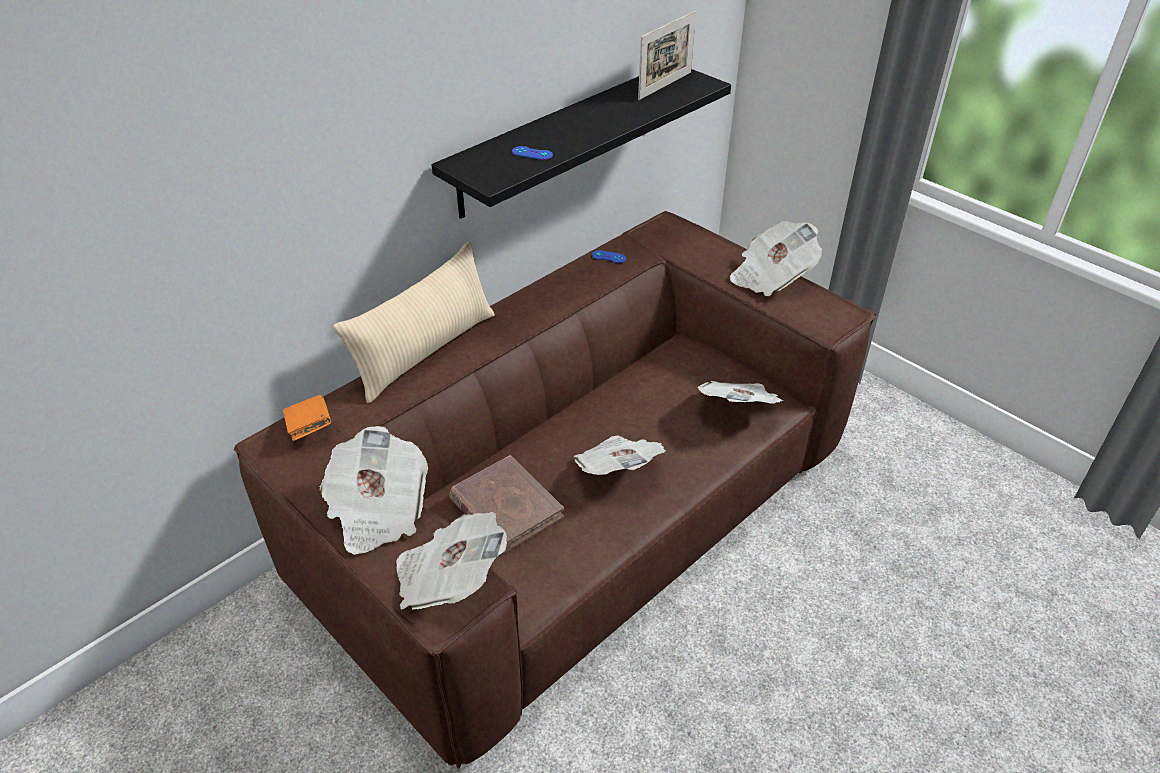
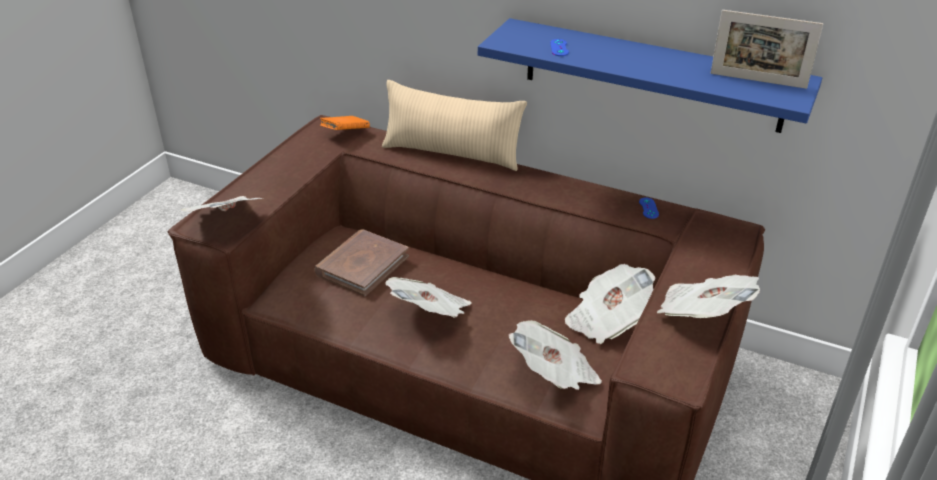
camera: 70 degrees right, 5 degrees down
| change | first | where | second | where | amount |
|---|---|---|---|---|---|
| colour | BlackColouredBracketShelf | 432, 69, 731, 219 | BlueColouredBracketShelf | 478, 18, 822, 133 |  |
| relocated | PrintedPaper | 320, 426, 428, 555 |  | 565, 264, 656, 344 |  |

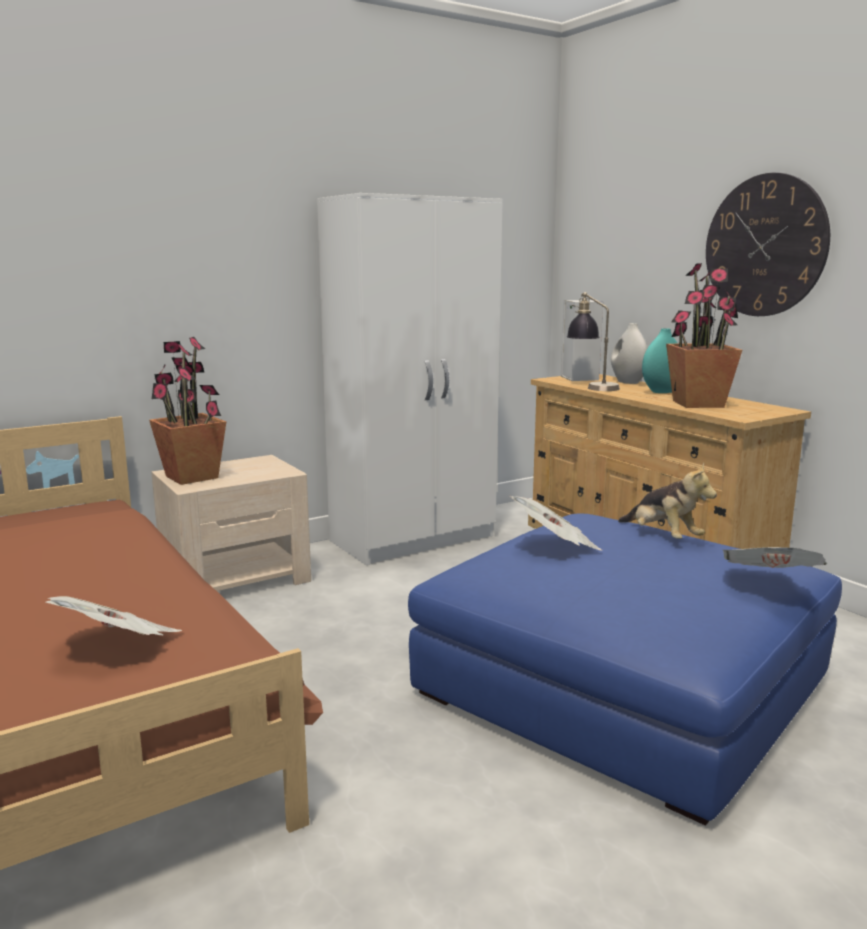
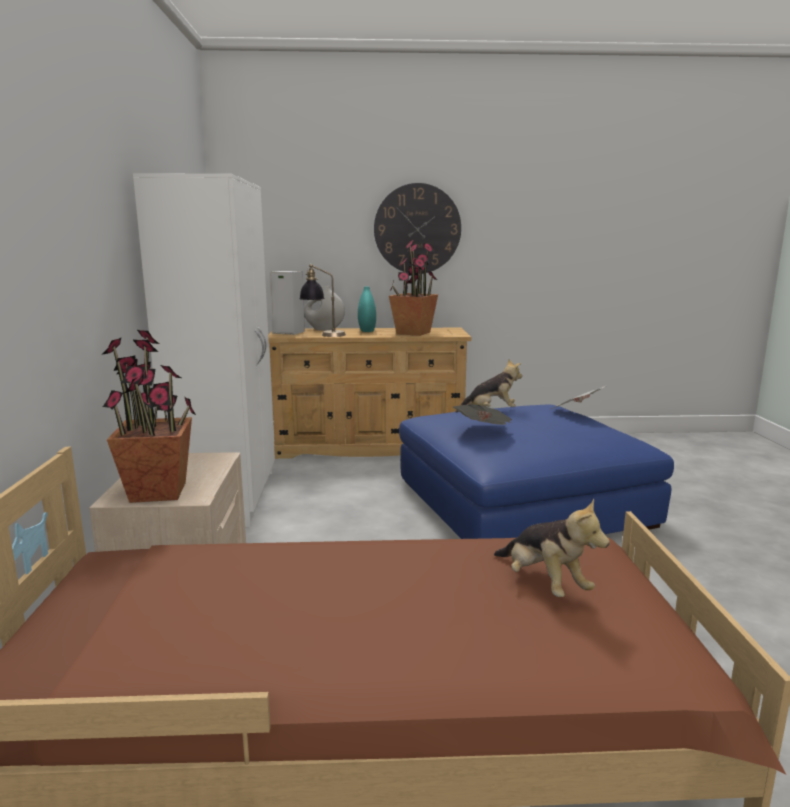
camera: 60 degrees left, 0 degrees up
| change | first | where | second | where | amount |
|---|---|---|---|---|---|
| exchanged | PrintedPaper | 46, 596, 182, 635 | SoftToy | 494, 499, 610, 597 |  |

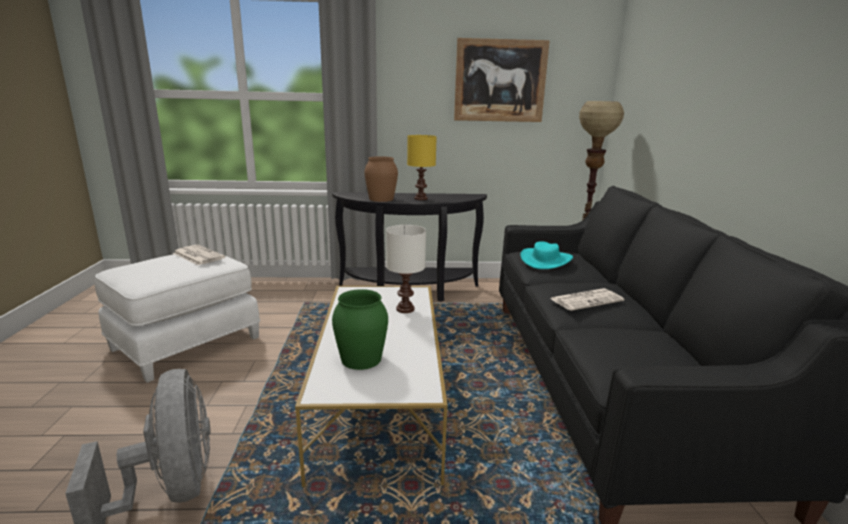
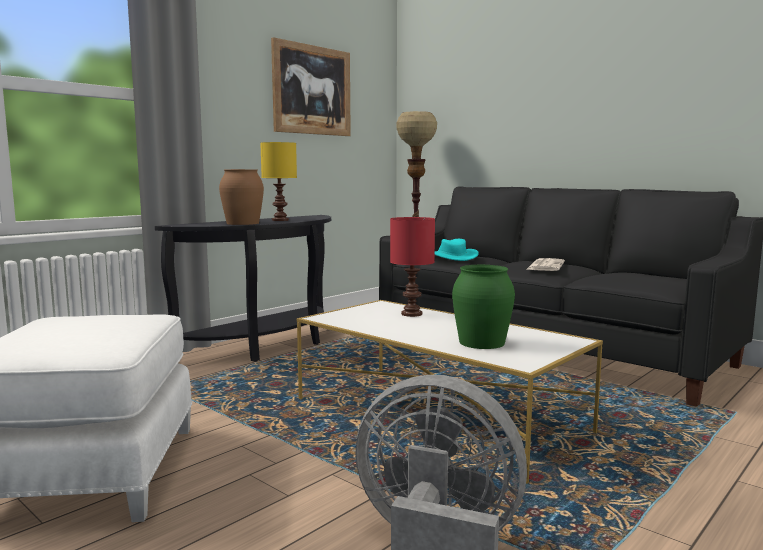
camera: 45 degrees left, 10 degrees down
| change | first | where | second | where | amount |
|---|---|---|---|---|---|
| colour | WhiteTableLamp | 386, 225, 426, 313 | RedTableLamp | 390, 217, 435, 317 |  |
| missing | PrintedPaper | 173, 245, 225, 265 |  |  |  |

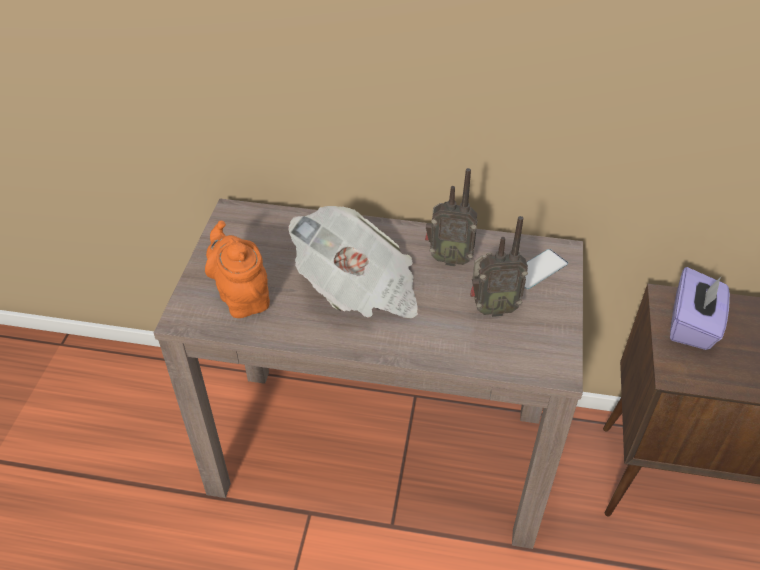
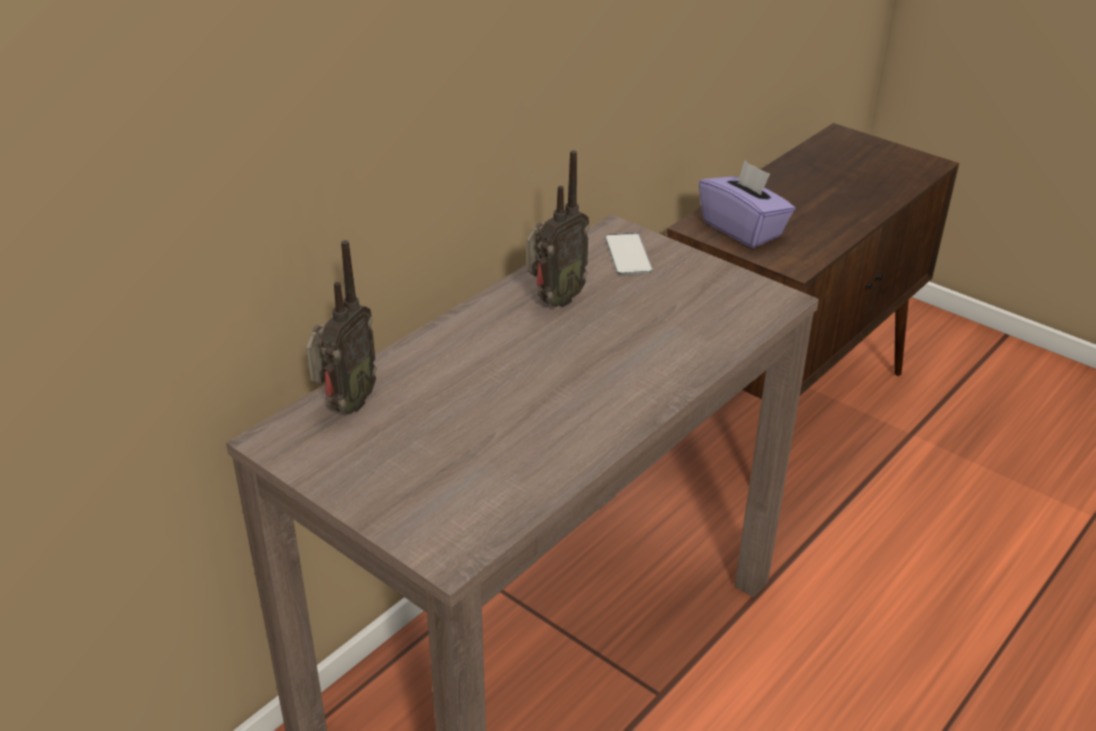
camera: 60 degrees left, 10 degrees down
| change | first | where | second | where | amount |
|---|---|---|---|---|---|
| missing | PrintedPaper | 288, 206, 418, 318 |  |  |  |
| relocated | Radio | 470, 216, 528, 317 |  | 306, 240, 377, 414 |  |
| missing | OrangePotForTea | 205, 220, 270, 318 |  |  |  |

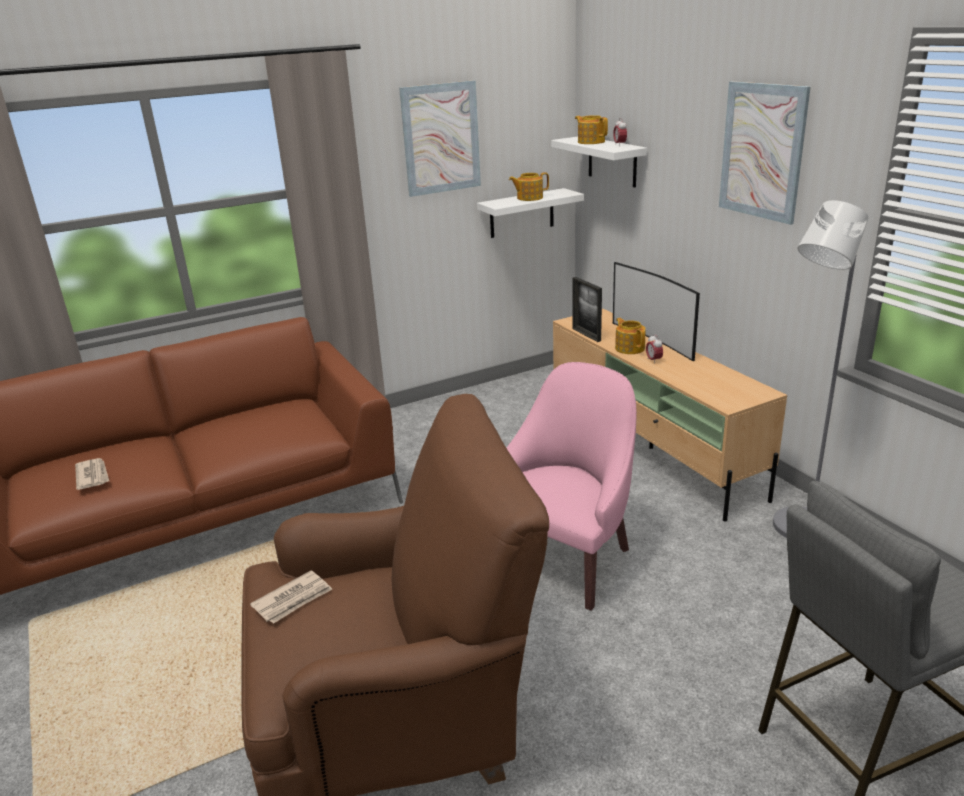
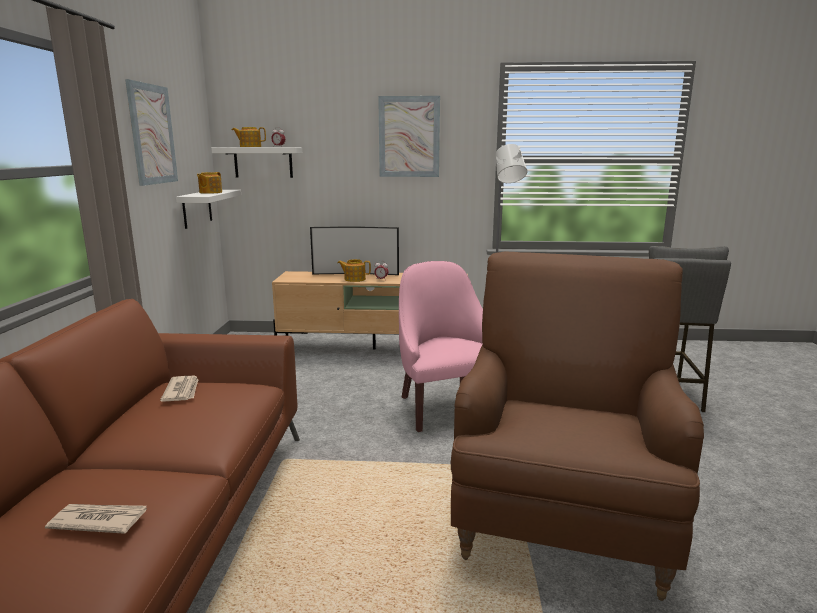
camera: 60 degrees left, 10 degrees down
| change | first | where | second | where | amount |
|---|---|---|---|---|---|
| missing | StandingFrame | 572, 277, 602, 342 |  |  |  |
| relocated | PrintedPaper | 250, 571, 332, 624 |  | 160, 376, 199, 402 |  |

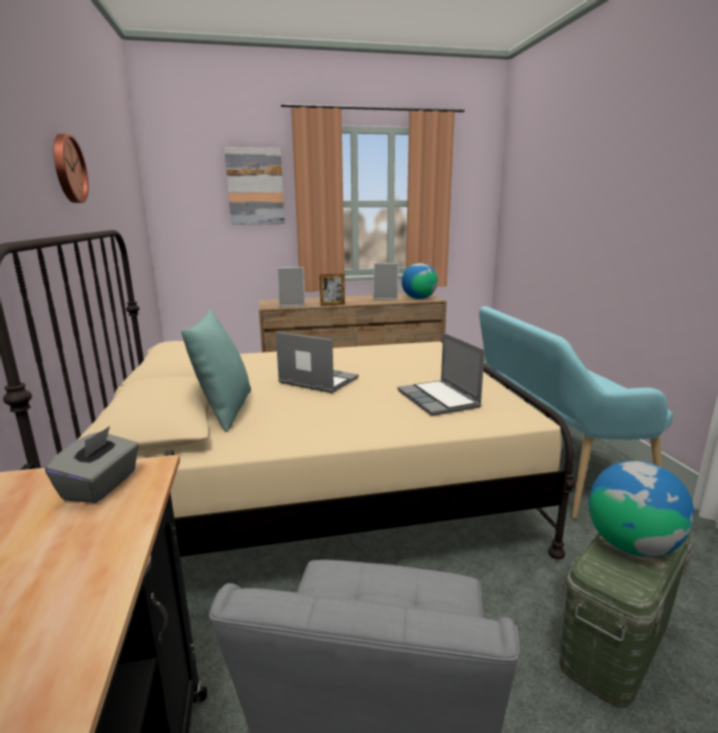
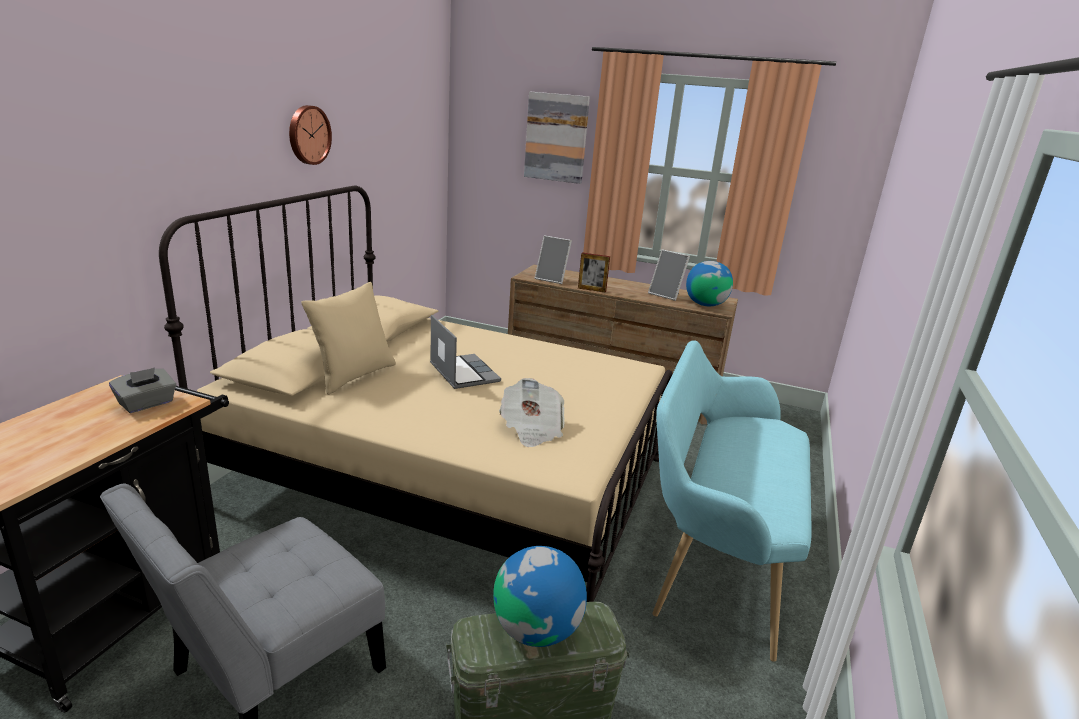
camera: 30 degrees right, 5 degrees up
| change | first | where | second | where | amount |
|---|---|---|---|---|---|
| colour | TurquoiseColouredPillow | 181, 309, 251, 432 | BeigeColouredPillow | 301, 282, 396, 395 |  |
| exchanged | Laptop | 397, 333, 485, 416 | PrintedPaper | 499, 378, 565, 447 |  |

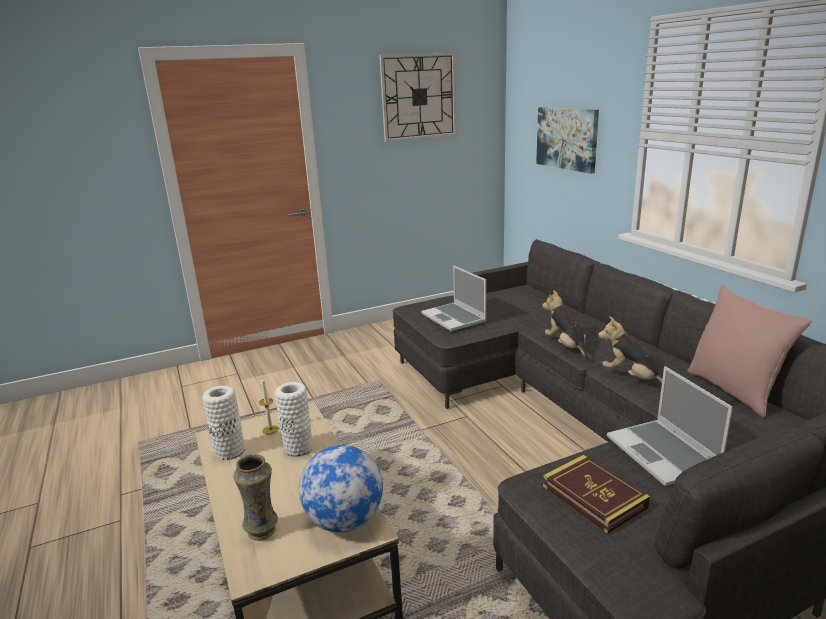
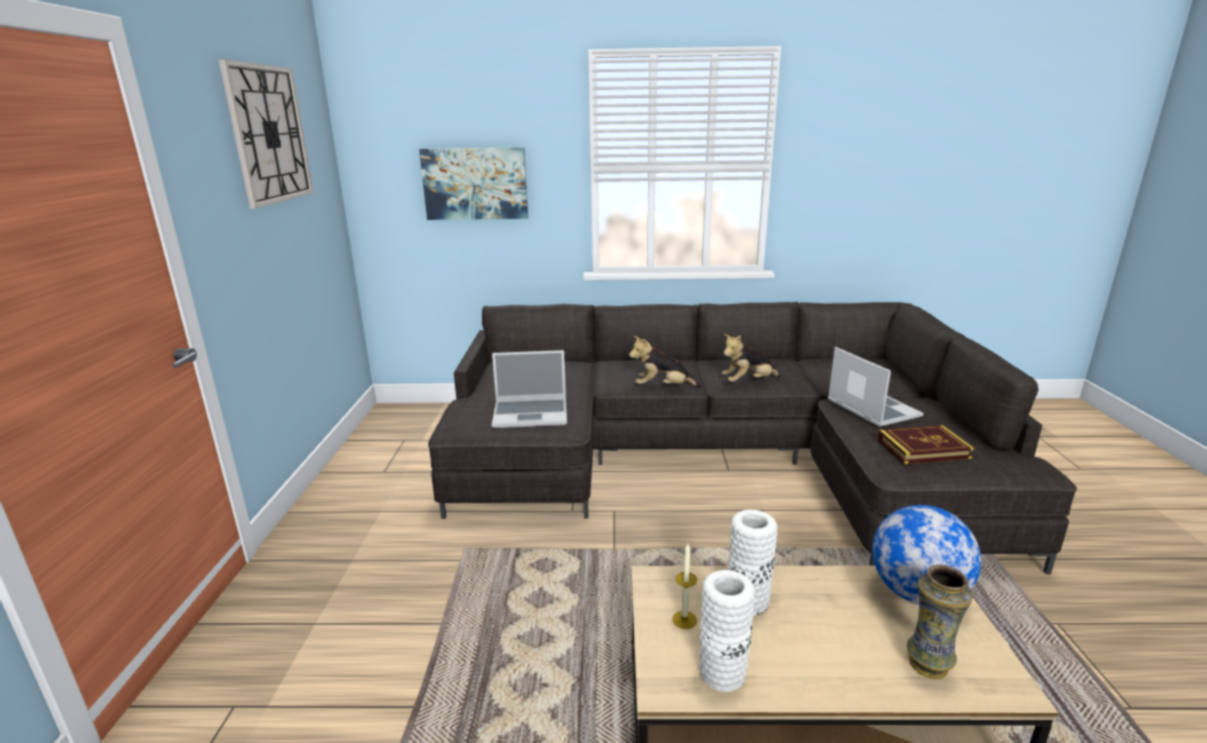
camera: 65 degrees left, 0 degrees up
| change | first | where | second | where | amount |
|---|---|---|---|---|---|
| missing | PinkPillow | 687, 285, 812, 418 |  |  |  |
| spun | Laptop | 607, 366, 733, 486 |  | 828, 347, 924, 427 | 120 degrees counterclockwise |

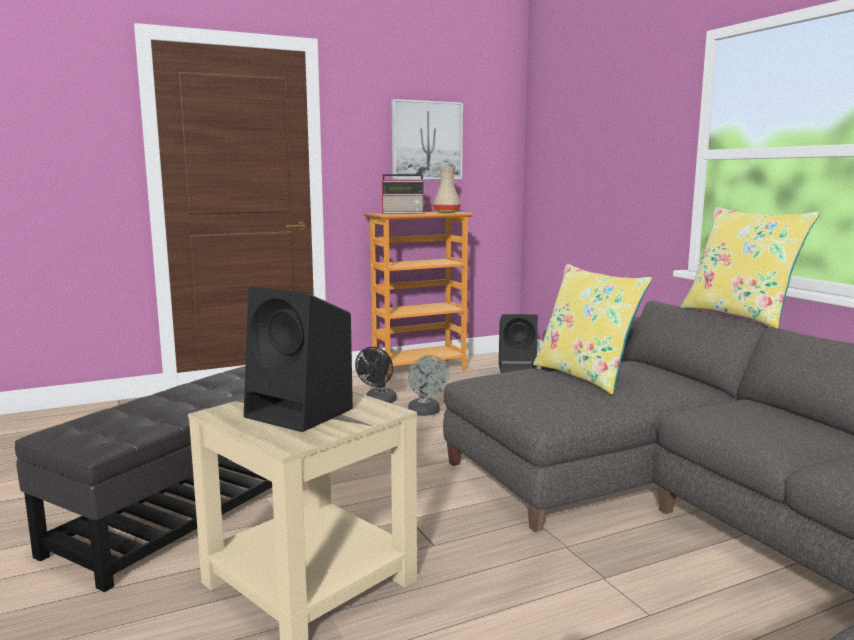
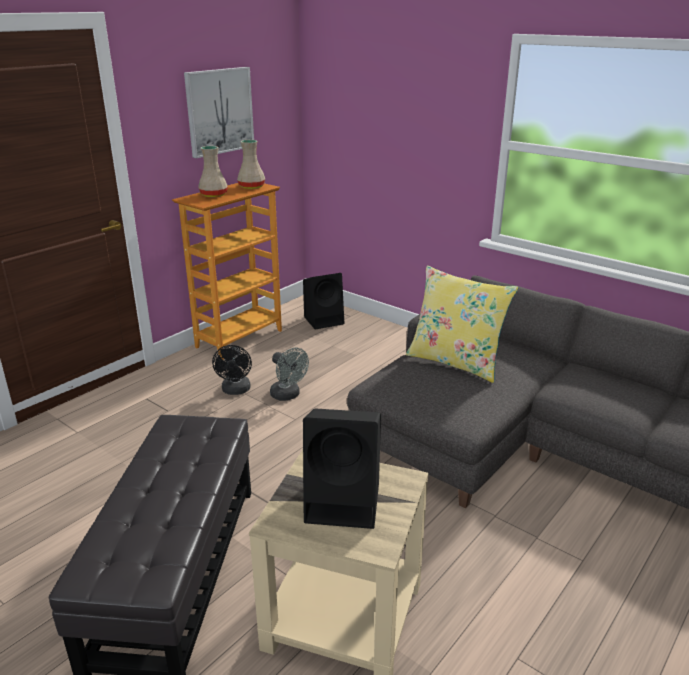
camera: 25 degrees left, 15 degrees up
| change | first | where | second | where | amount |
|---|---|---|---|---|---|
| exchanged | Radio | 382, 174, 426, 214 | BeigeColouredDecorativeVase | 198, 146, 228, 197 |  |
| missing | YellowPillow | 680, 207, 820, 329 |  |  |  |

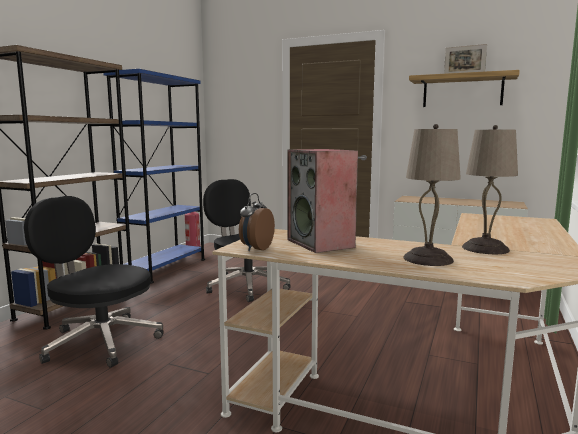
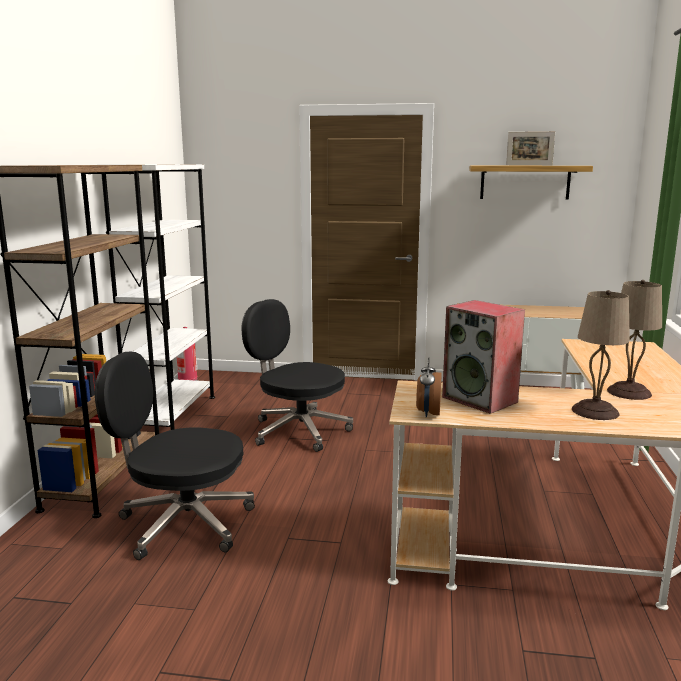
camera: 15 degrees left, 5 degrees up
| change | first | where | second | where | amount |
|---|---|---|---|---|---|
| colour | BlueColouredBookcase | 104, 69, 205, 284 | WhiteBookcase | 101, 164, 215, 430 |  |

